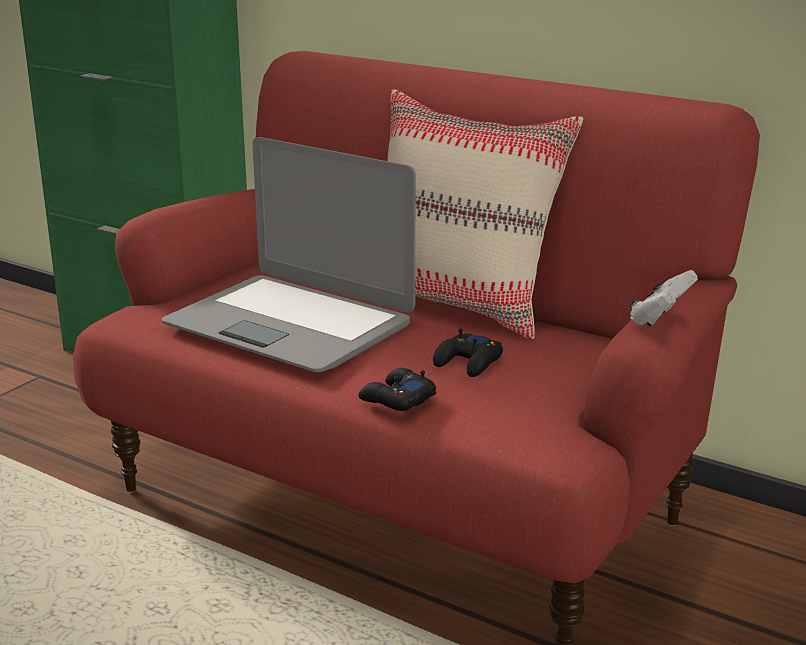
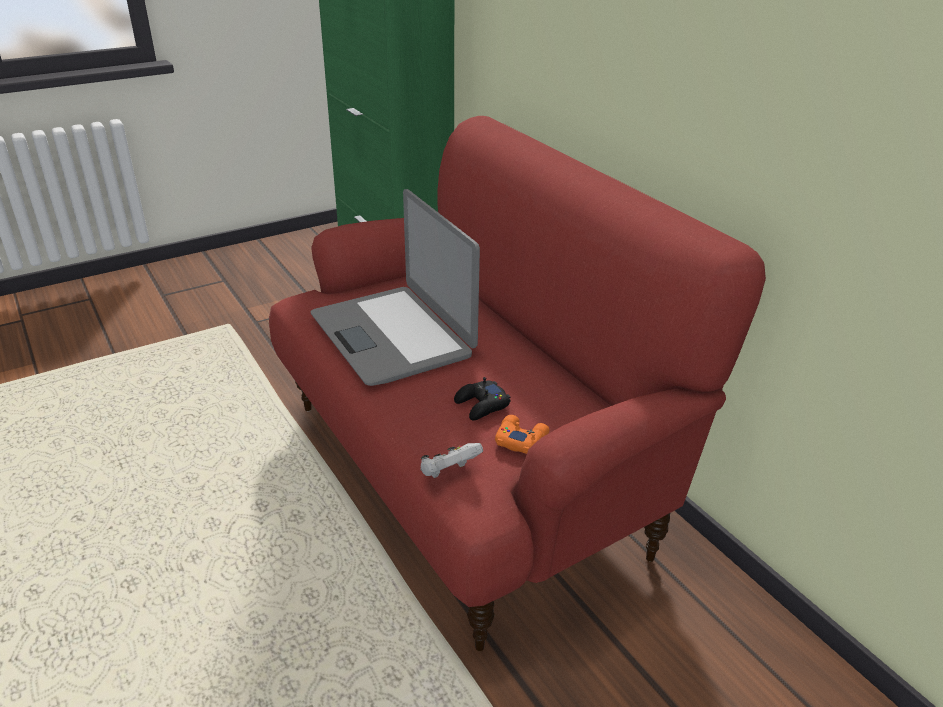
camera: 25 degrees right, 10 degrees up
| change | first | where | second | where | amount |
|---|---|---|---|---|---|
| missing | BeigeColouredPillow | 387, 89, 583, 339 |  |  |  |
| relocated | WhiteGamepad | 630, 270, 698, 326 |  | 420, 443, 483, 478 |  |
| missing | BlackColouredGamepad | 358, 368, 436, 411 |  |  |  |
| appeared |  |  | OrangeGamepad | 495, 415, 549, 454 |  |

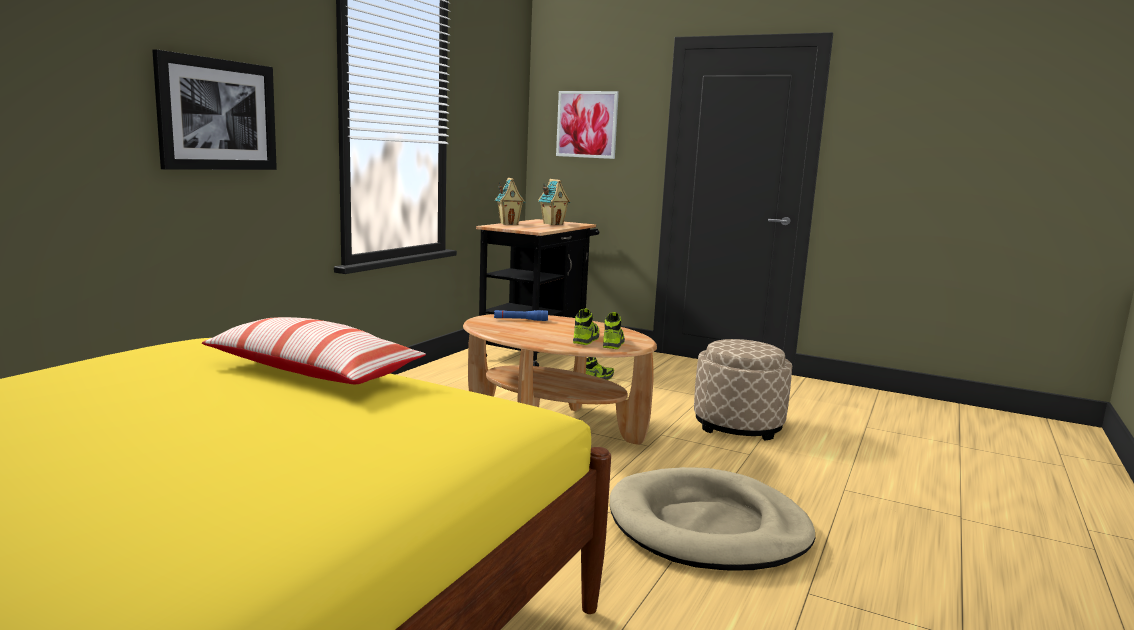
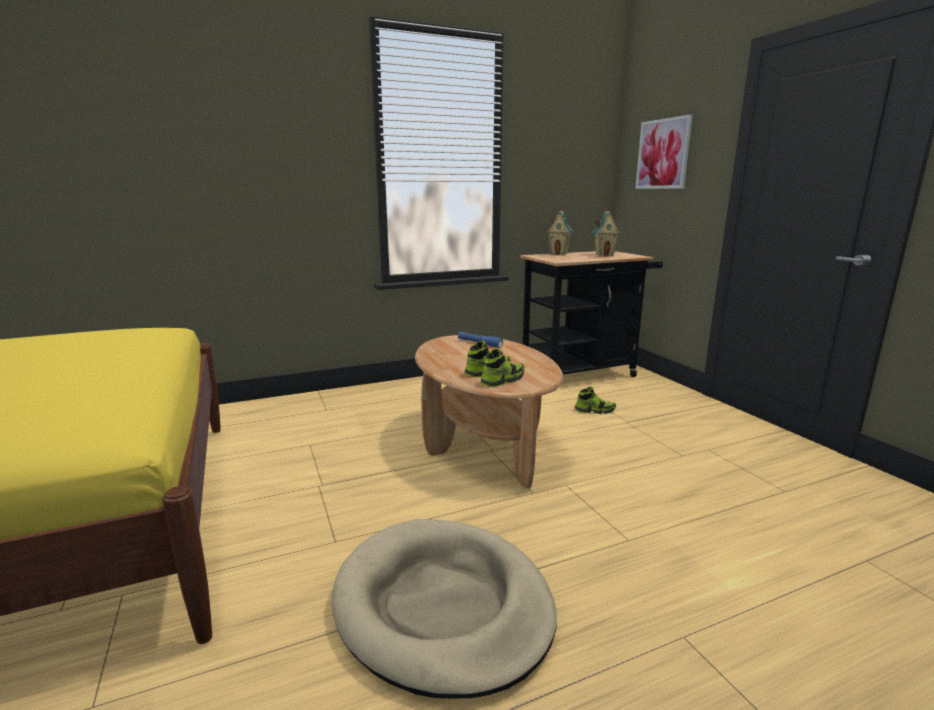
camera: 40 degrees right, 5 degrees up
| change | first | where | second | where | amount |
|---|---|---|---|---|---|
| missing | Picture | 152, 49, 277, 170 |  |  |  |
| missing | Pillow | 202, 317, 426, 384 |  |  |  |
| missing | BeigeColouredPouffe | 694, 339, 792, 441 |  |  |  |

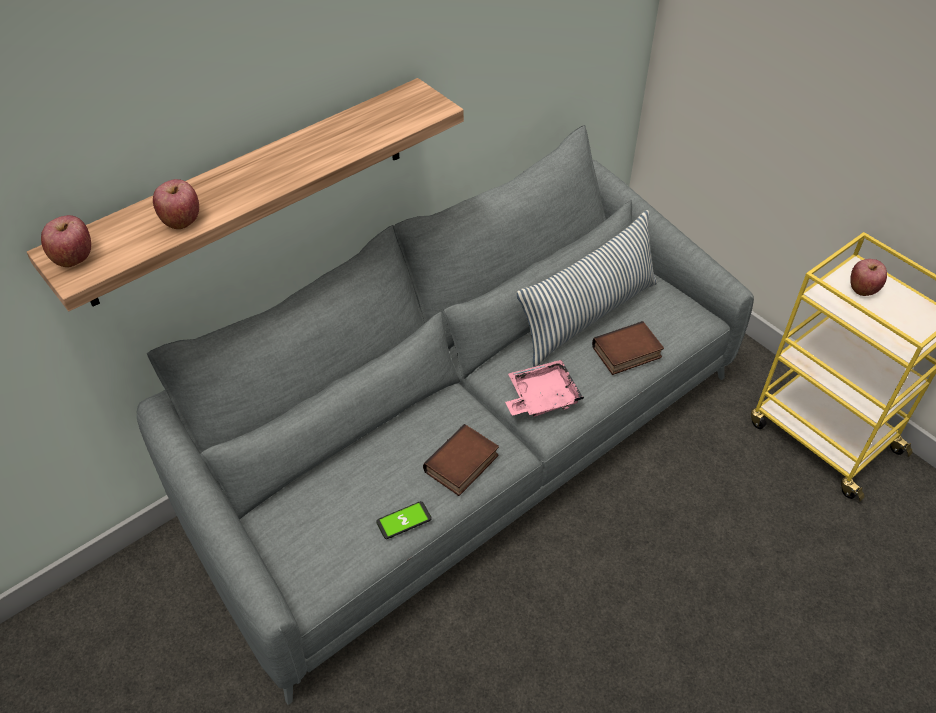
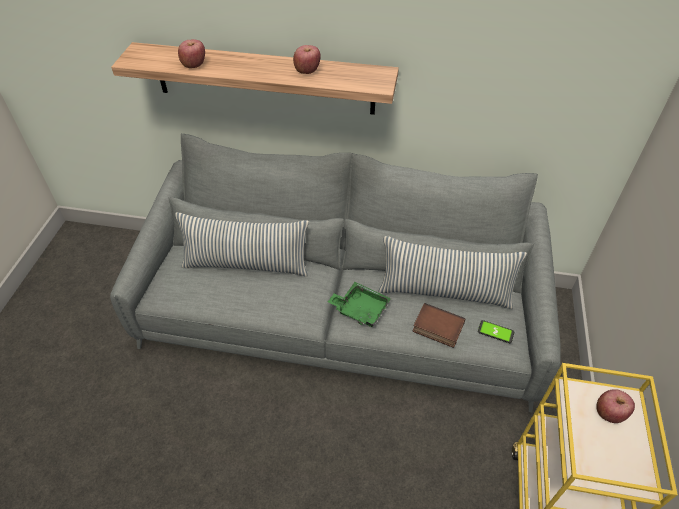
camera: 50 degrees right, 0 degrees up
| change | first | where | second | where | amount |
|---|---|---|---|---|---|
| relocated | Apple | 41, 215, 91, 267 |  | 293, 45, 321, 74 |  |
| colour | PinkTray | 505, 360, 584, 417 | GreenTray | 328, 282, 391, 327 |  |
| missing | BoundBook | 423, 424, 499, 496 |  |  |  |
| relocated | Telephone | 376, 501, 432, 539 |  | 478, 320, 514, 343 |  |
| appeared |  |  | Pillow | 175, 212, 309, 277 |  |

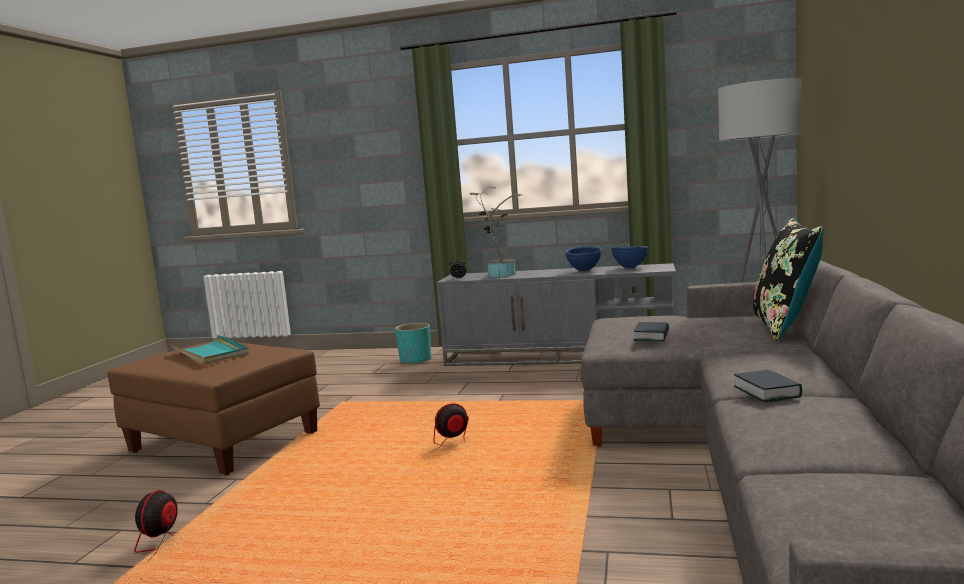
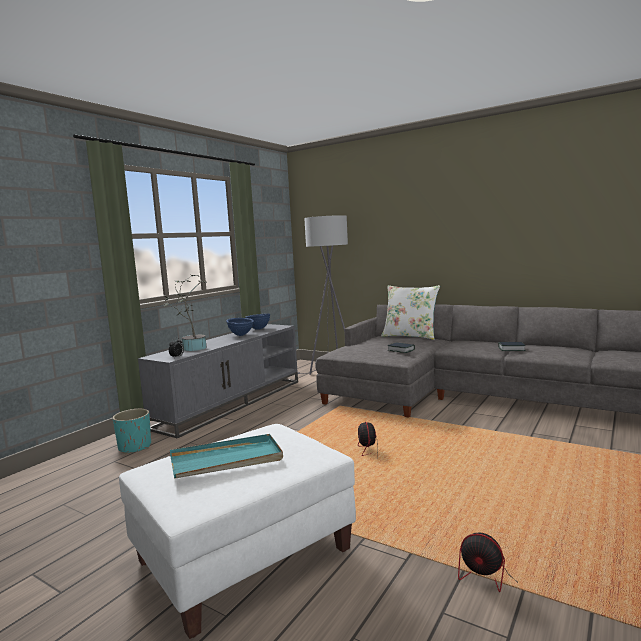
camera: 70 degrees left, 0 degrees up
| change | first | where | second | where | amount |
|---|---|---|---|---|---|
| colour | BlackColouredPillow | 753, 218, 824, 341 | WhitePillow | 381, 285, 440, 340 |  |
| colour | BrownColouredPouffe | 107, 342, 320, 476 | WhitePouffe | 119, 424, 356, 639 |  |

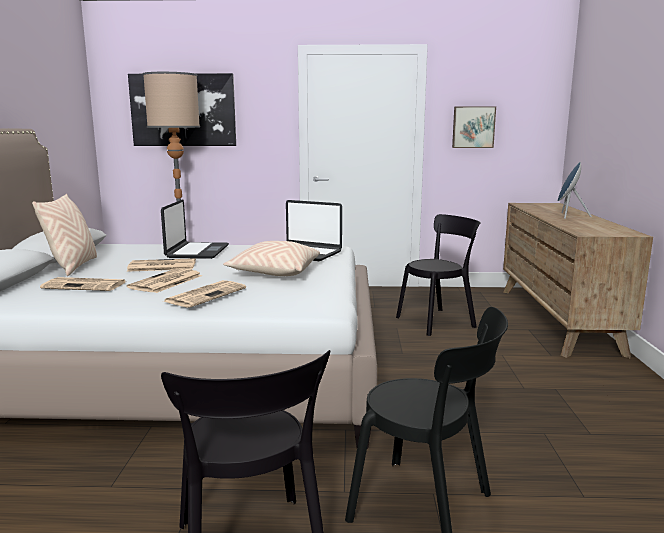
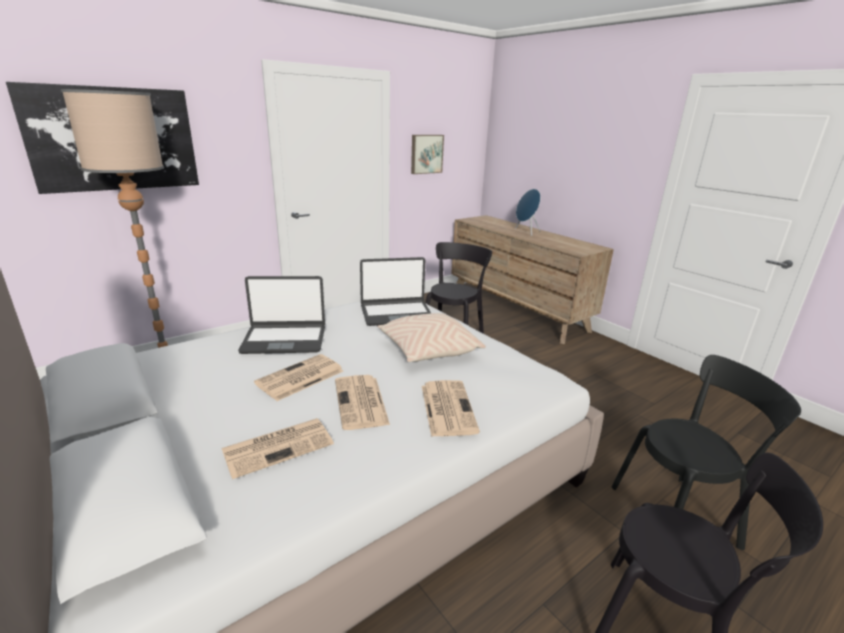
camera: 40 degrees left, 10 degrees up
| change | first | where | second | where | amount |
|---|---|---|---|---|---|
| missing | BeigeColouredPillow | 32, 194, 97, 276 |  |  |  |
| spun | Laptop | 161, 199, 229, 259 |  | 238, 276, 325, 354 | 120 degrees clockwise |

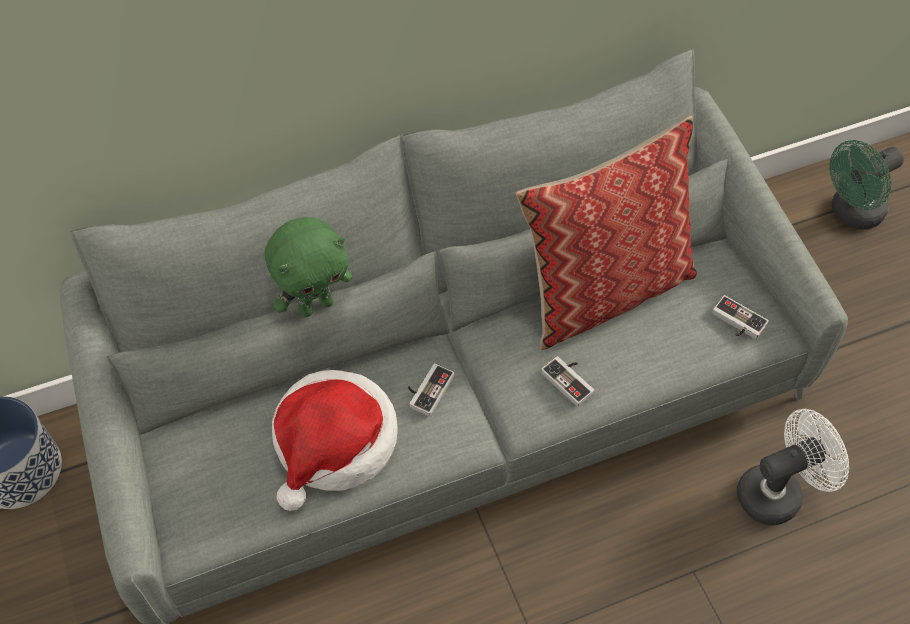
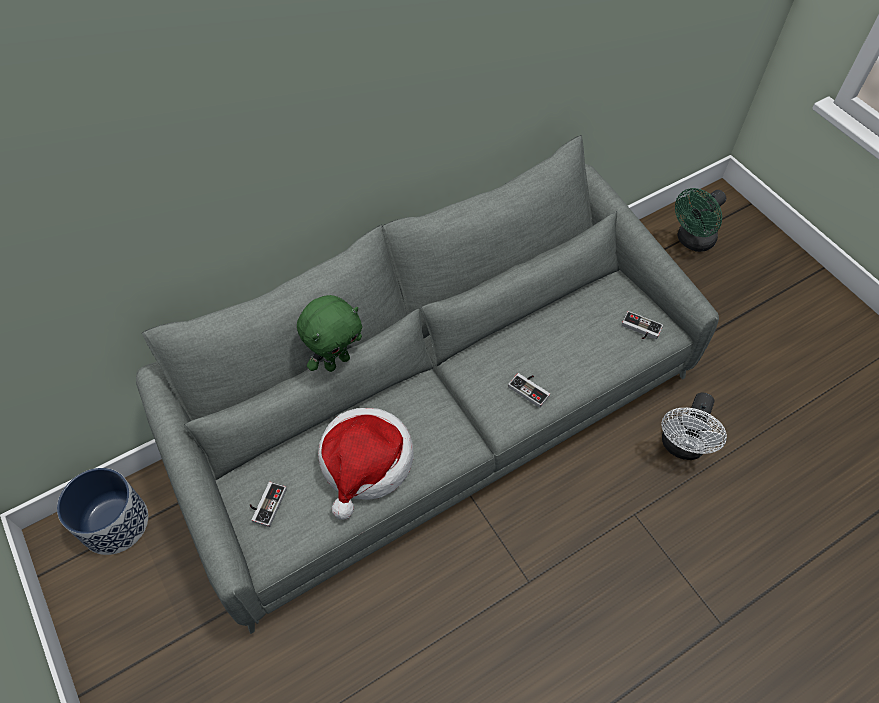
camera: 10 degrees left, 0 degrees up
| change | first | where | second | where | amount |
|---|---|---|---|---|---|
| missing | Pillow | 516, 116, 697, 351 |  |  |  |
| relocated | Gamepad | 408, 363, 454, 417 |  | 249, 482, 287, 527 |  |
| spun | WhiteFan | 737, 409, 849, 525 |  | 661, 393, 727, 460 | 150 degrees clockwise |

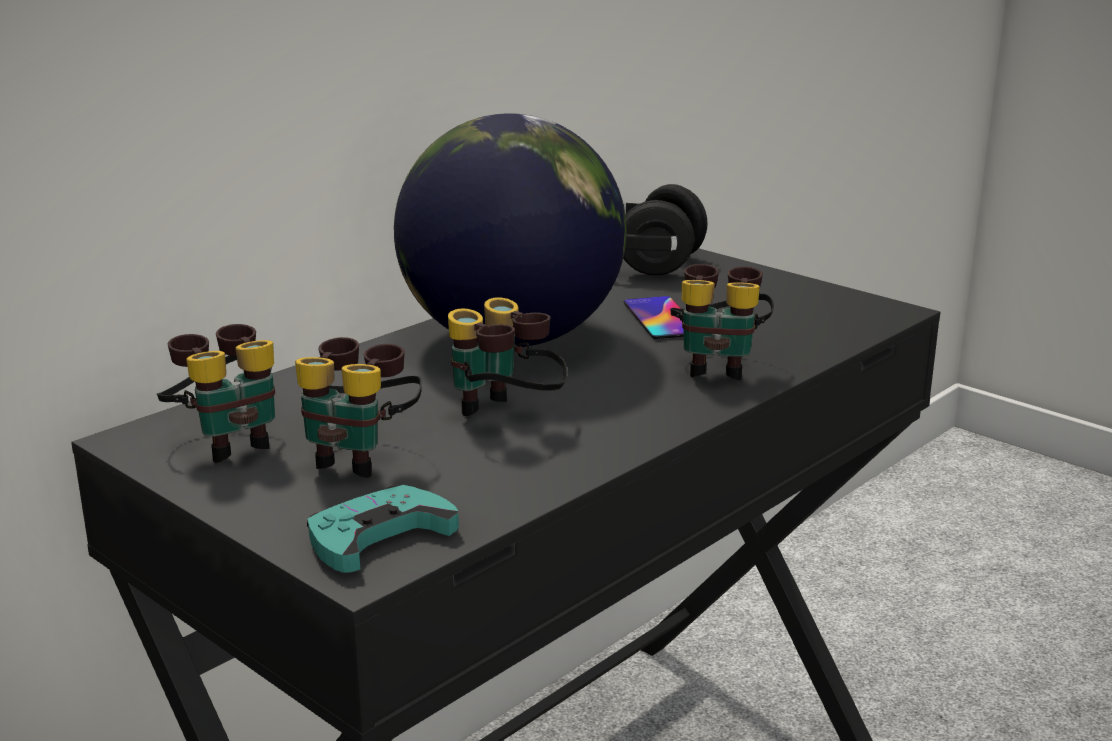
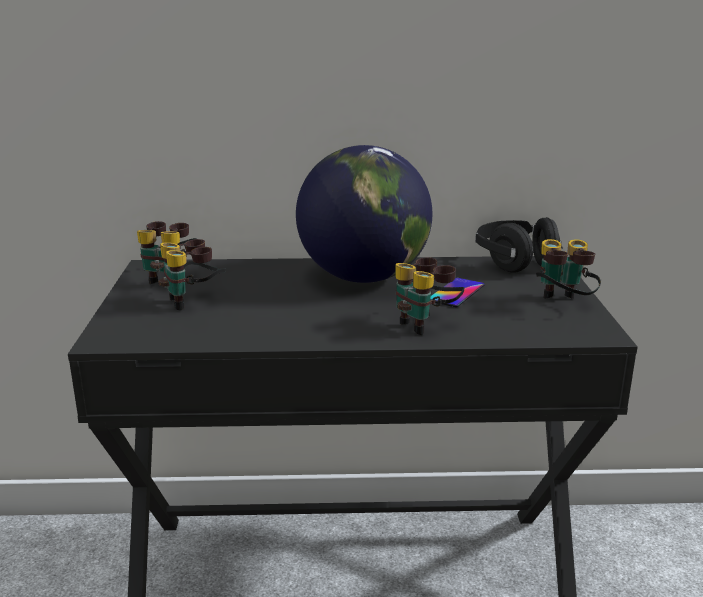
camera: 45 degrees right, 0 degrees up
| change | first | where | second | where | amount |
|---|---|---|---|---|---|
| relocated | FieldGlasses | 448, 298, 568, 416 |  | 536, 239, 601, 299 |  |
| missing | TurquoiseColouredGamepad | 307, 485, 459, 573 |  |  |  |

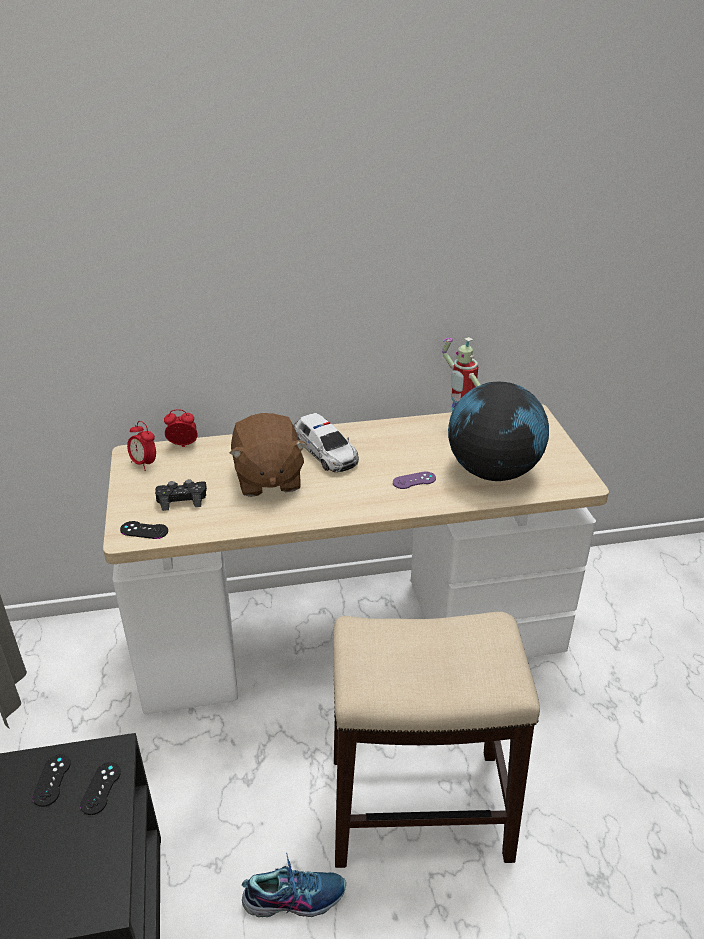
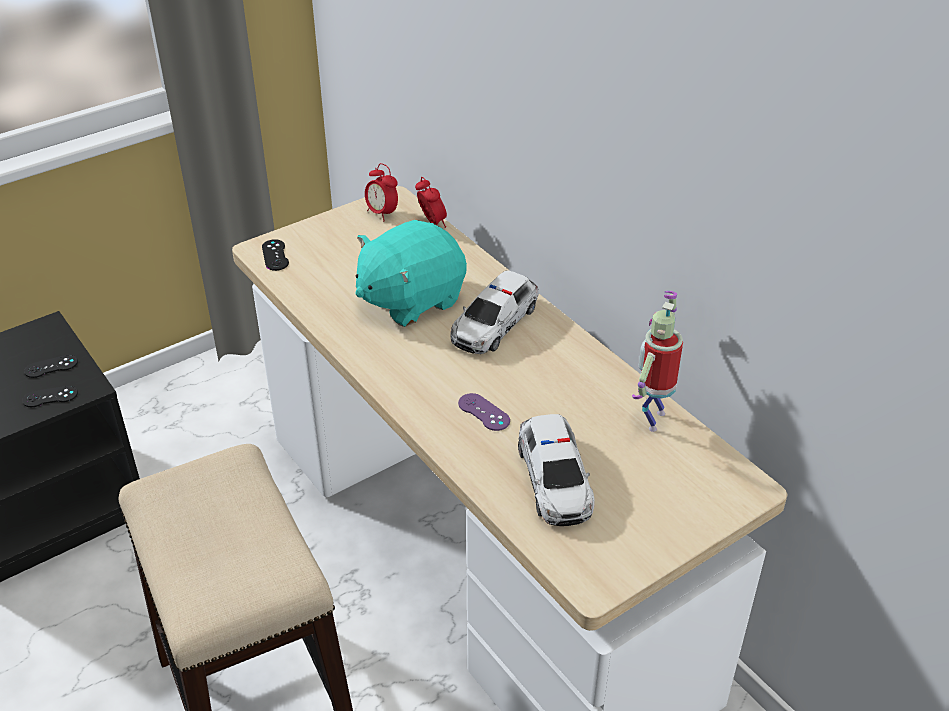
camera: 65 degrees right, 5 degrees up
| change | first | where | second | where | amount |
|---|---|---|---|---|---|
| exchanged | DeskGlobe | 448, 382, 549, 481 | MiniatureCar | 518, 414, 595, 526 |  |
| colour | BrownColouredSoftToy | 229, 413, 307, 497 | TurquoiseColouredSoftToy | 356, 220, 467, 327 |  |
| spun | BedsideClock | 127, 421, 156, 471 |  | 365, 163, 398, 221 | 60 degrees counterclockwise |
| missing | BlackColouredGamepad | 155, 480, 207, 511 |  |  |  |
| missing | LowShoe | 242, 852, 346, 917 |  |  |  |

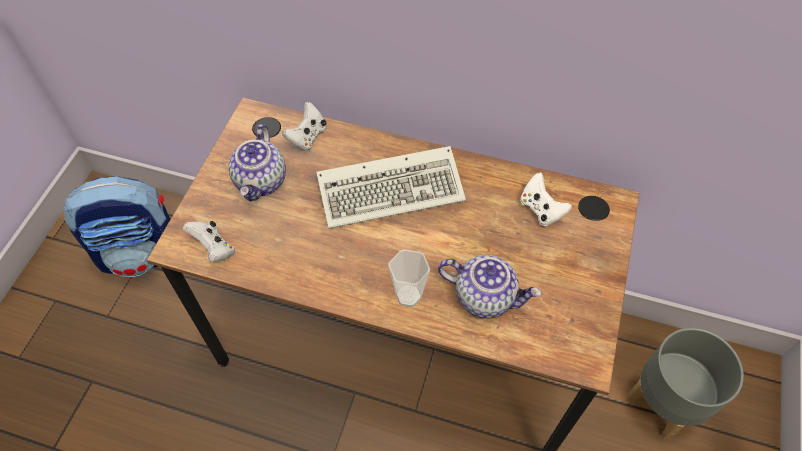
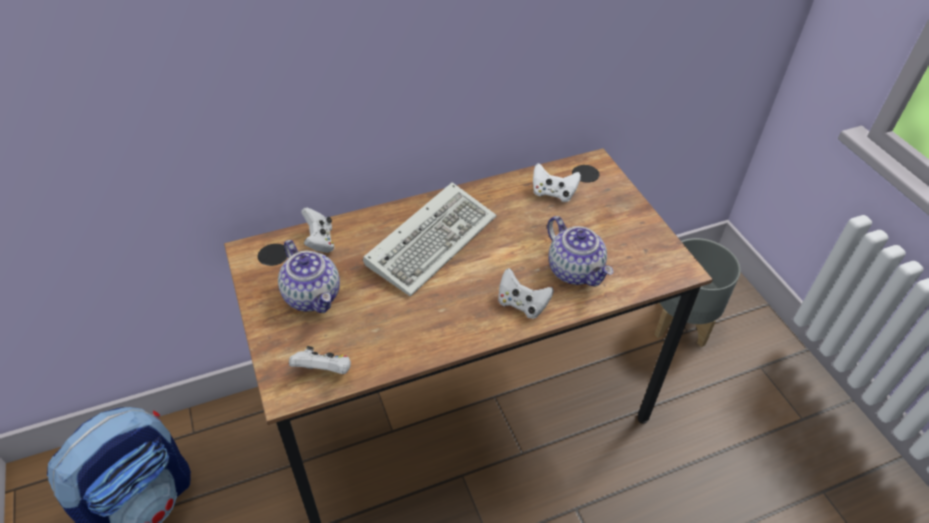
camera: 40 degrees left, 10 degrees down
| change | first | where | second | where | amount |
|---|---|---|---|---|---|
| exchanged | SmallCup | 388, 249, 430, 307 | WhiteGamepad | 498, 268, 554, 319 |  |
| spun | PotForTea | 438, 255, 541, 319 |  | 547, 216, 613, 287 | 75 degrees clockwise |

